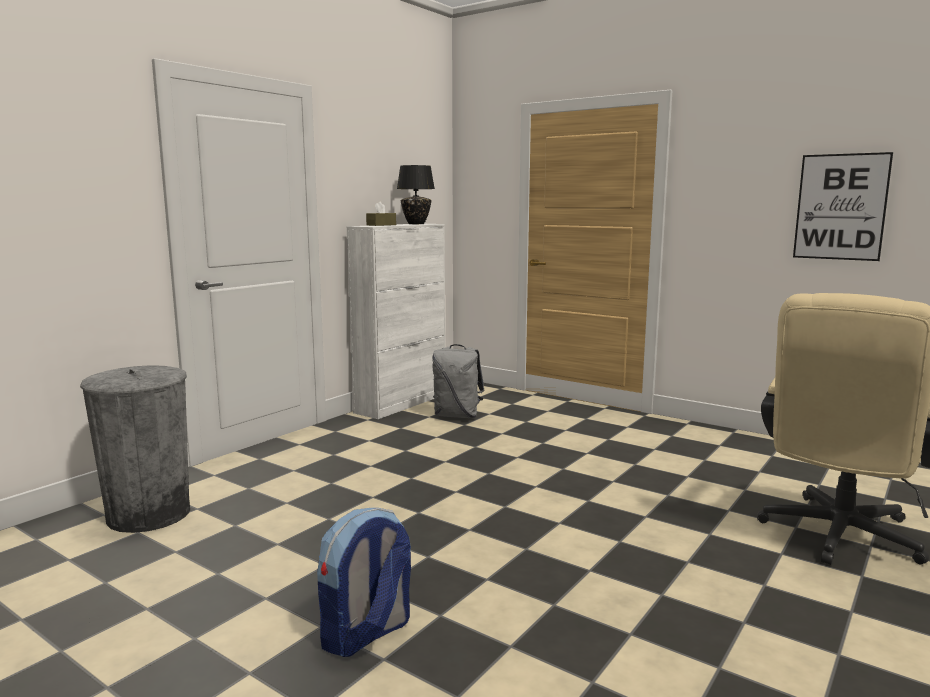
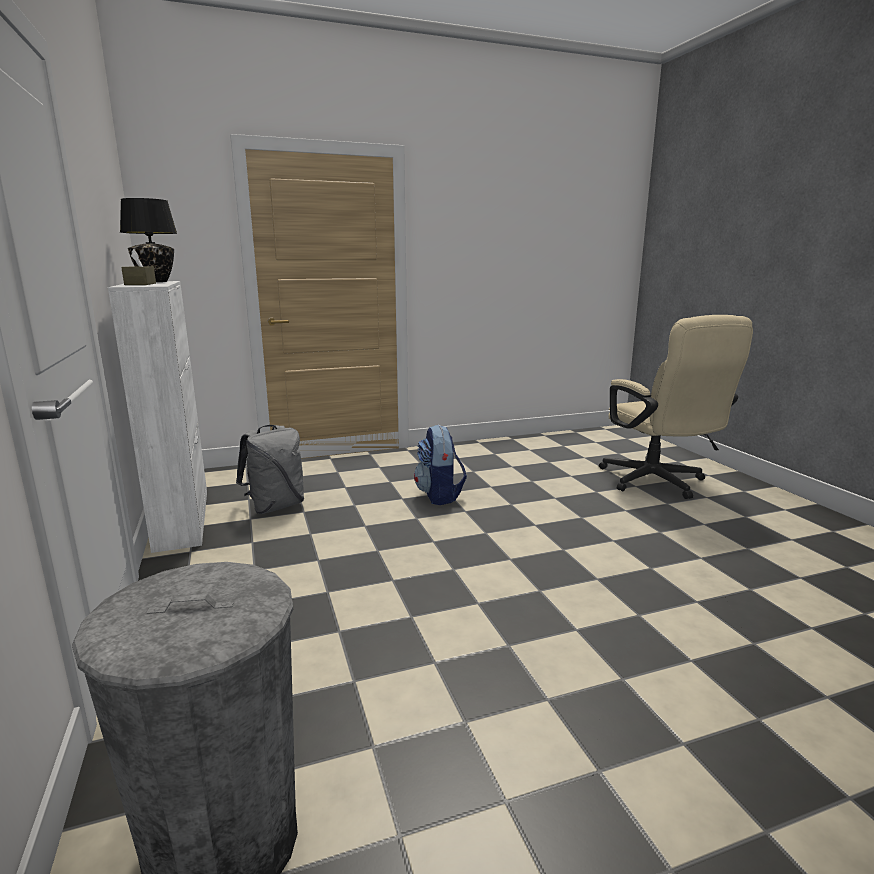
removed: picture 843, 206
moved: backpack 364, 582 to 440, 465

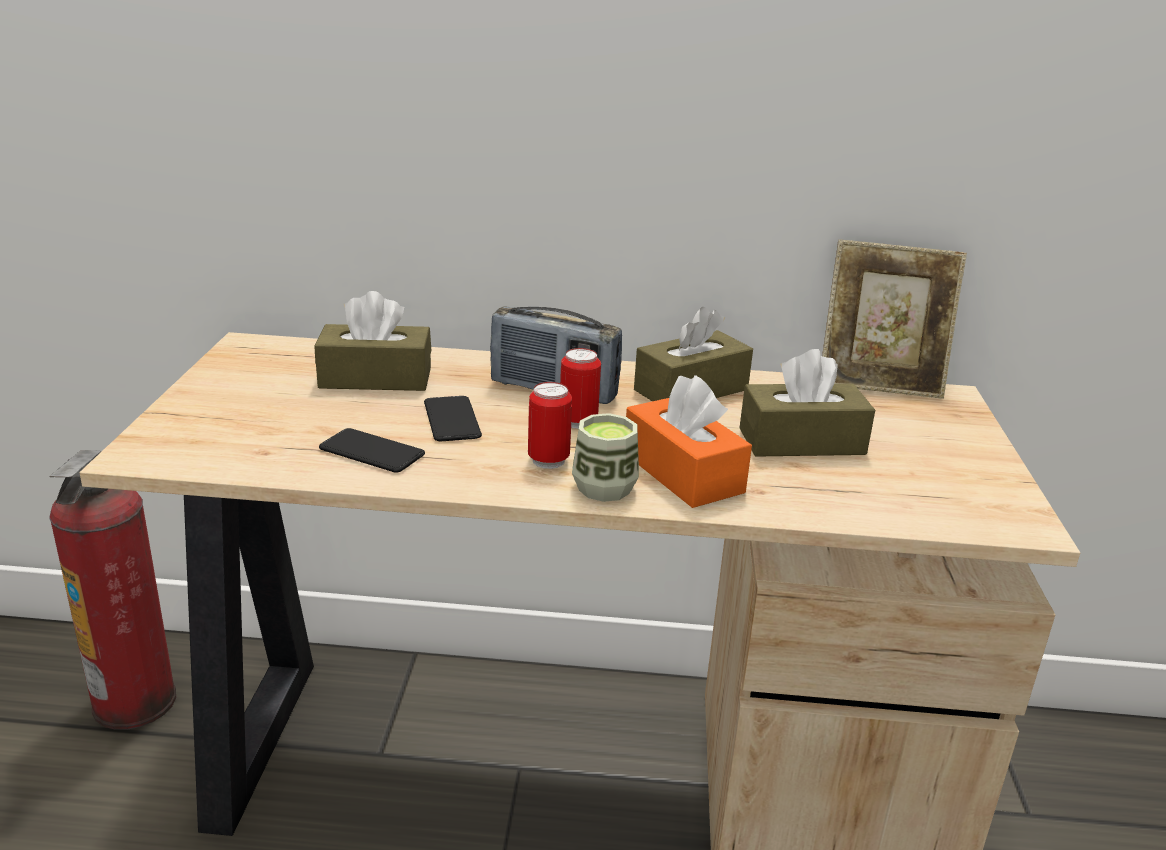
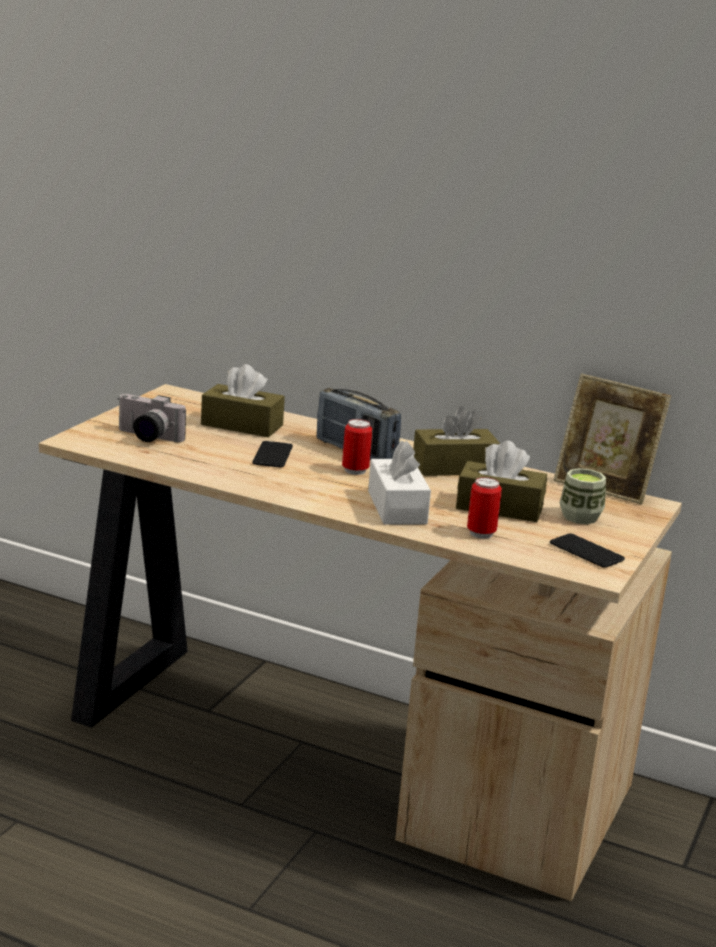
removed: fire extinguisher 112, 590
added: photo camera 152, 418
moved: phone 372, 450 to 587, 551; can 550, 425 to 484, 508; cup 605, 457 to 583, 496
recoloured: tissue box in orange 689, 441 to tissue box in white 399, 482

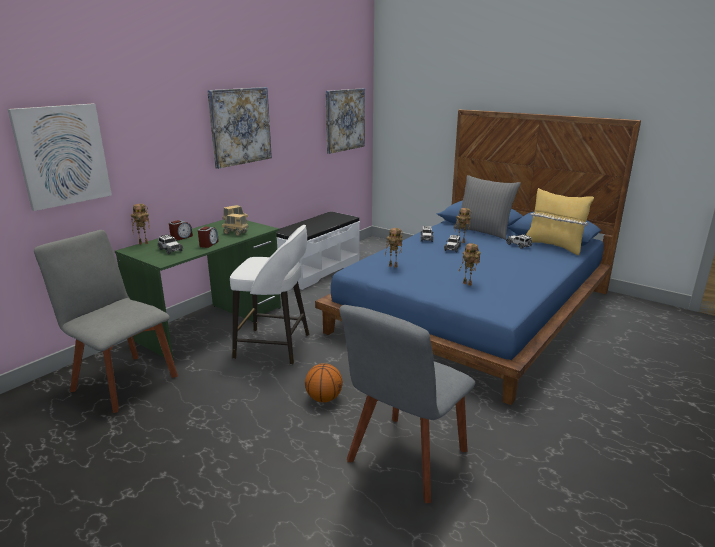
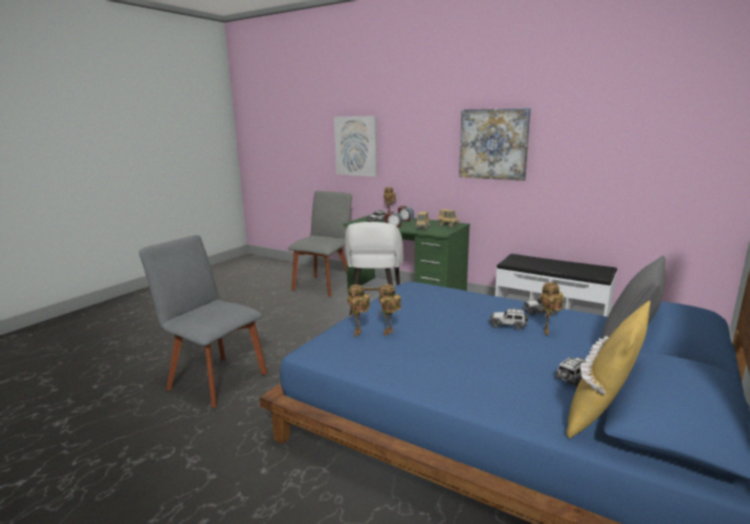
removed: basketball 324, 382; picture 345, 121
moved: toy robot 394, 248 to 358, 311

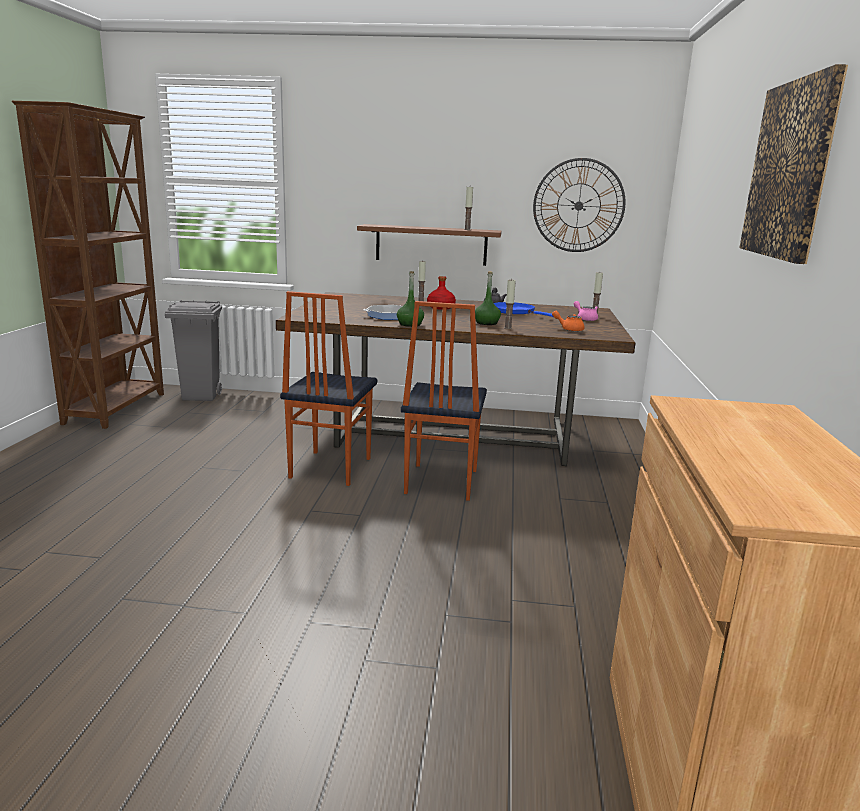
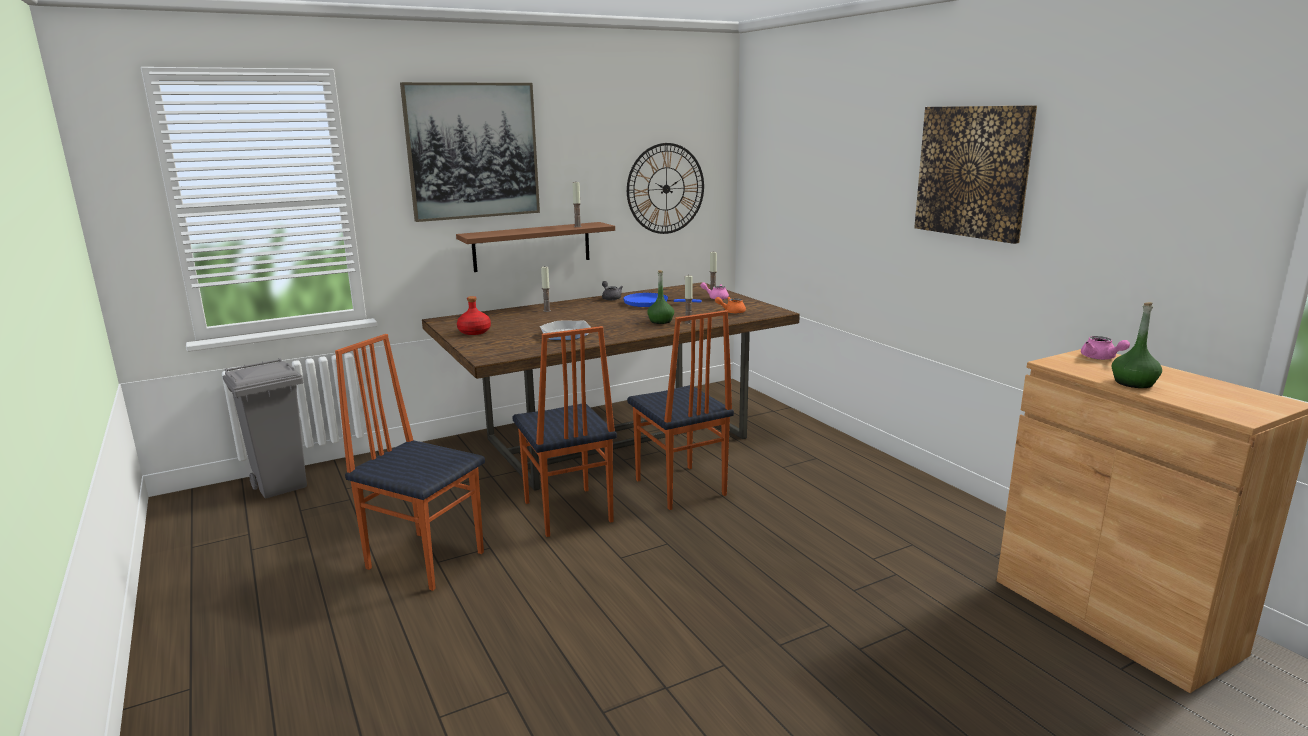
removed: bookcase in brown 88, 265
added: chair 410, 462; picture 470, 152; teapot in pink 1105, 348
moved: bottle in green 410, 299 to 1137, 345; bottle in red 441, 293 to 474, 315

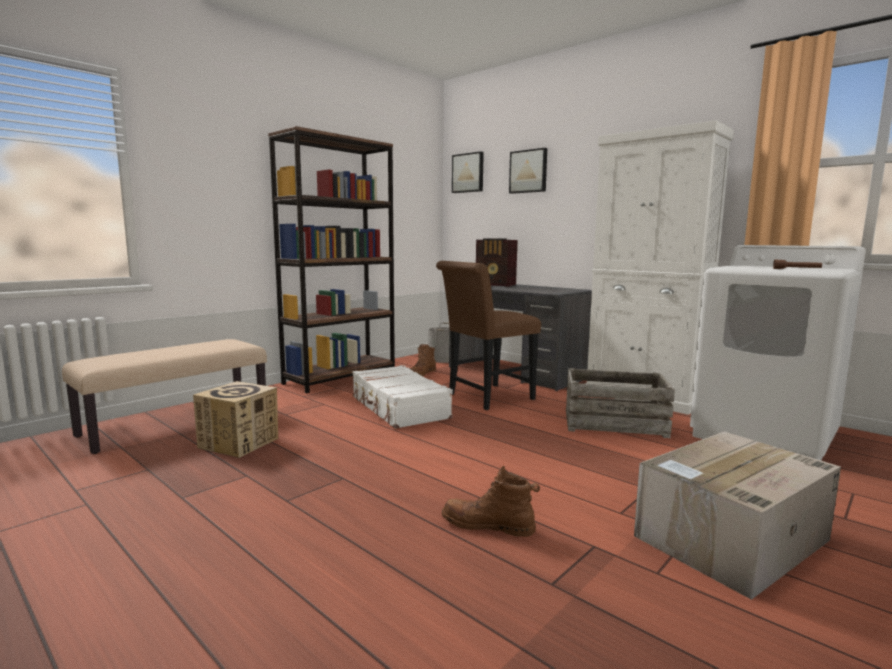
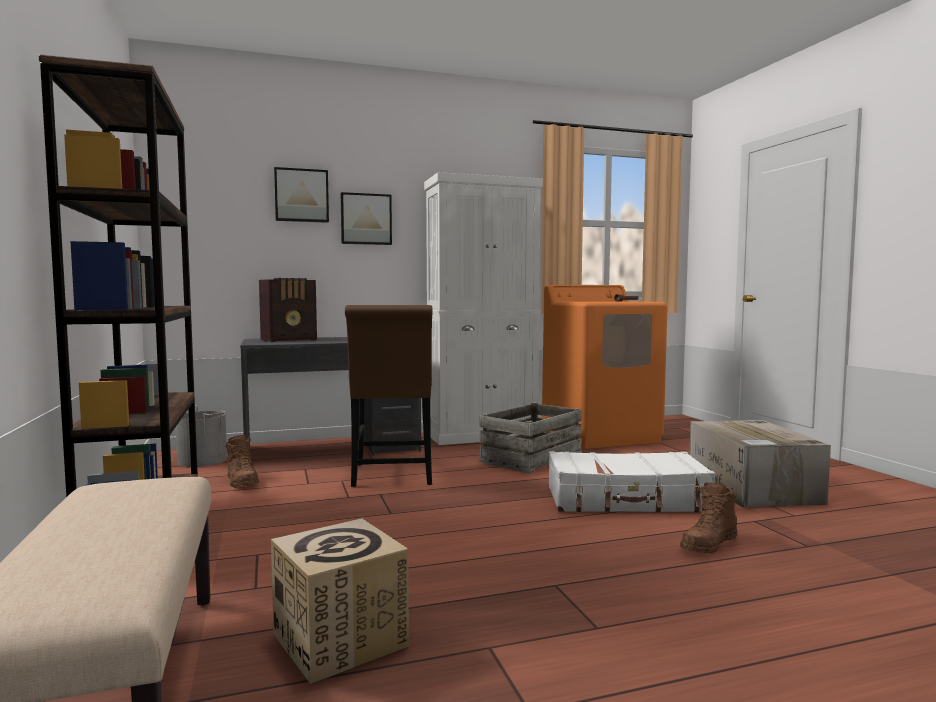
moved: suitcase in white 402, 397 to 631, 482; picture 468, 172 to 366, 218
recoloured: washing machine in white 778, 352 to washing machine in orange 605, 367

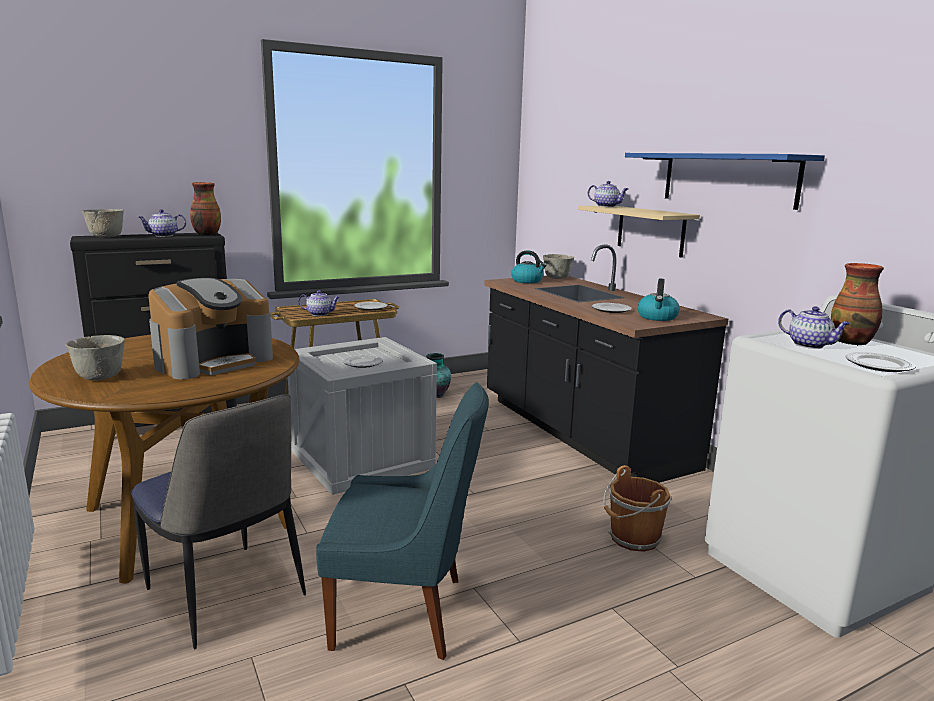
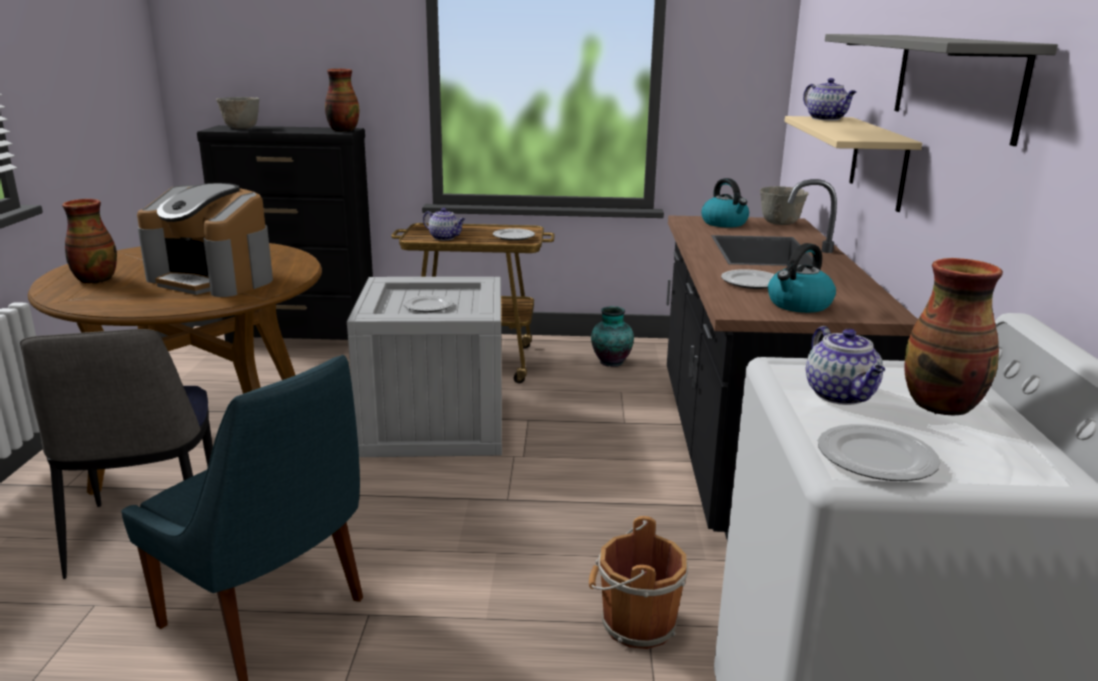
removed: teapot 162, 223
replaced: bowl in grey 95, 358 to vase 89, 241
recoloured: shelf in blue 725, 181 to shelf in grey 941, 90
turned: coffee machine 210, 328 = 205, 240 45 degrees clockwise

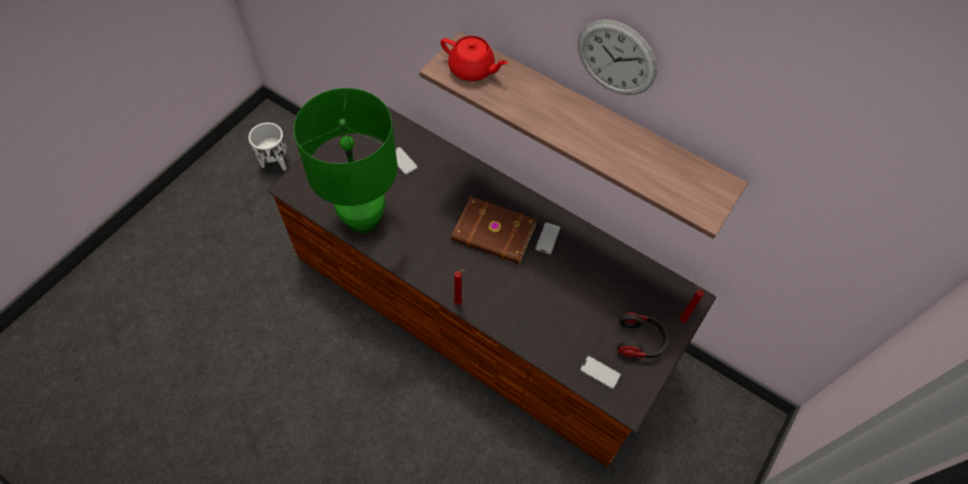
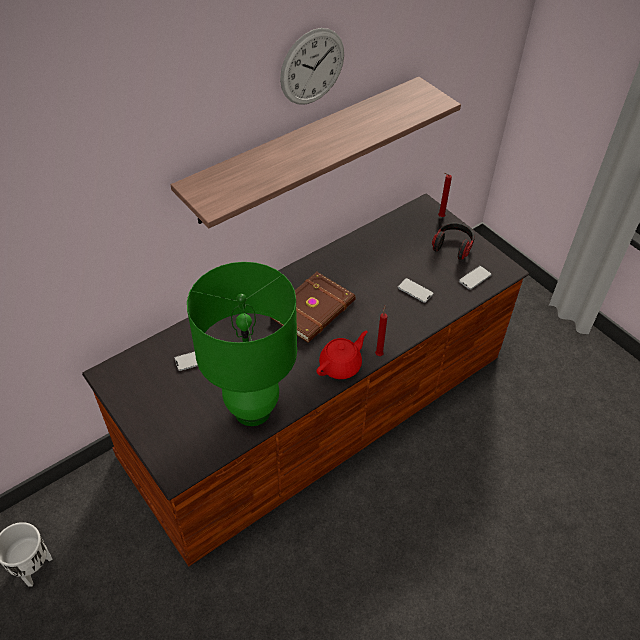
moved: teapot in red 474, 58 to 342, 355; phone 548, 238 to 415, 290

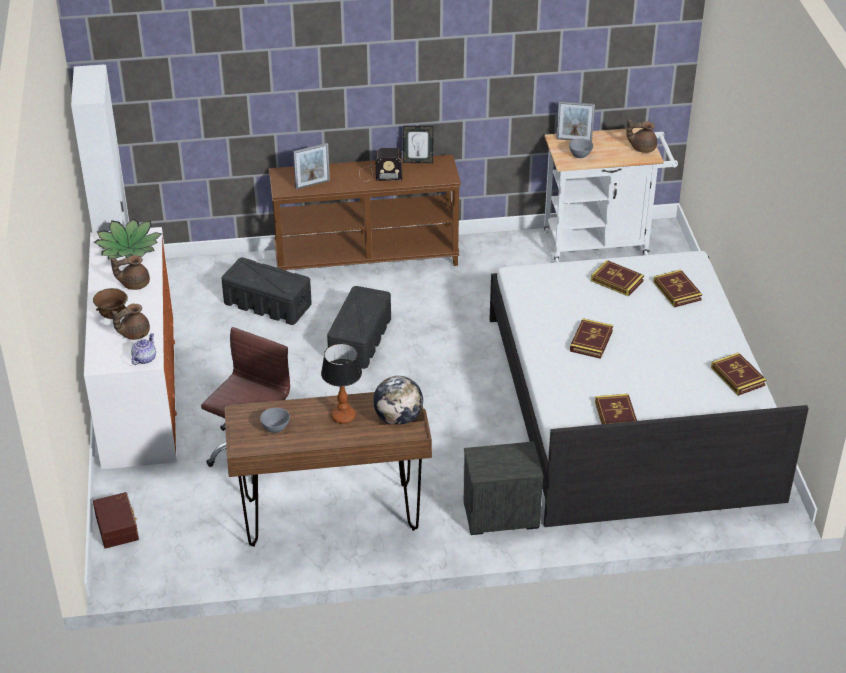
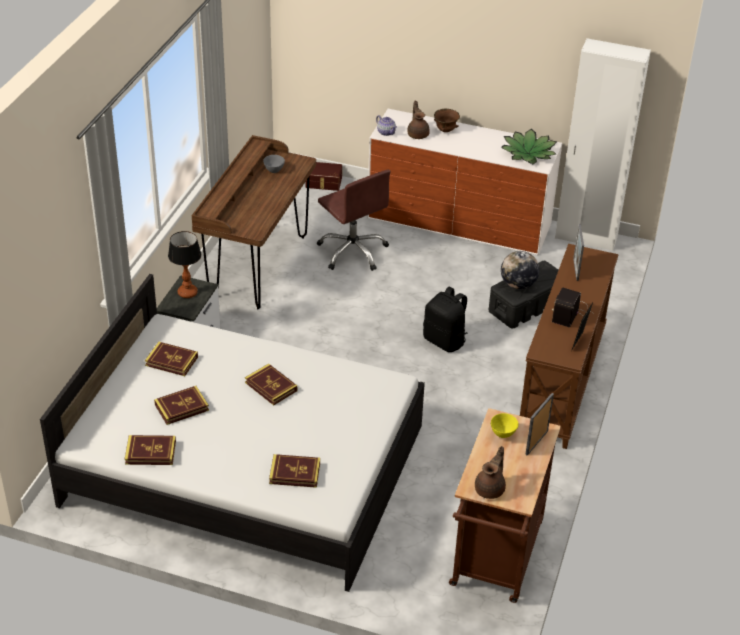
removed: teapot in brown 130, 272
moved: table lamp 341, 383 to 185, 264; globe 398, 400 to 520, 270; book 617, 278 to 181, 405
replaced: storage box in black 359, 327 to backpack in black 445, 319
recoloured: cart in white 611, 195 to cart in brown 505, 505; bowl in grey 581, 148 to bowl in yellow 504, 425

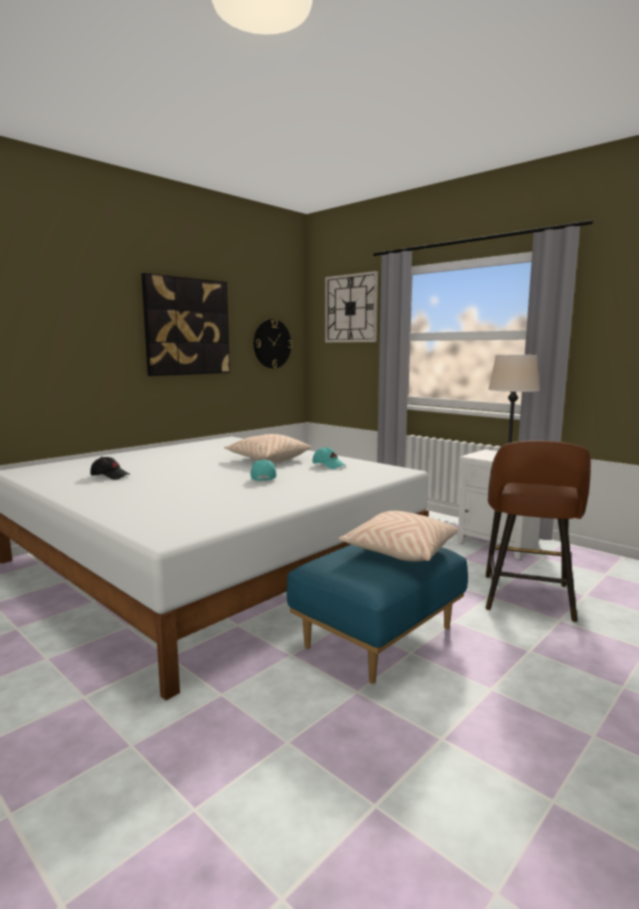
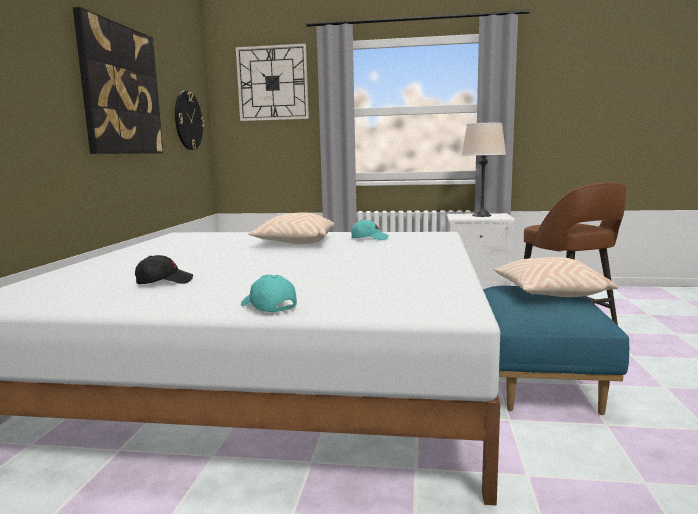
moved: cap in turquoise 263, 470 to 269, 293

